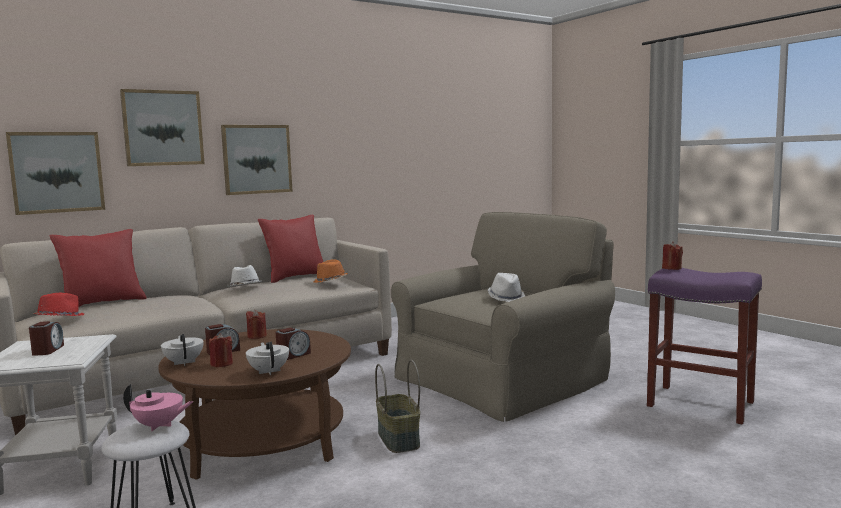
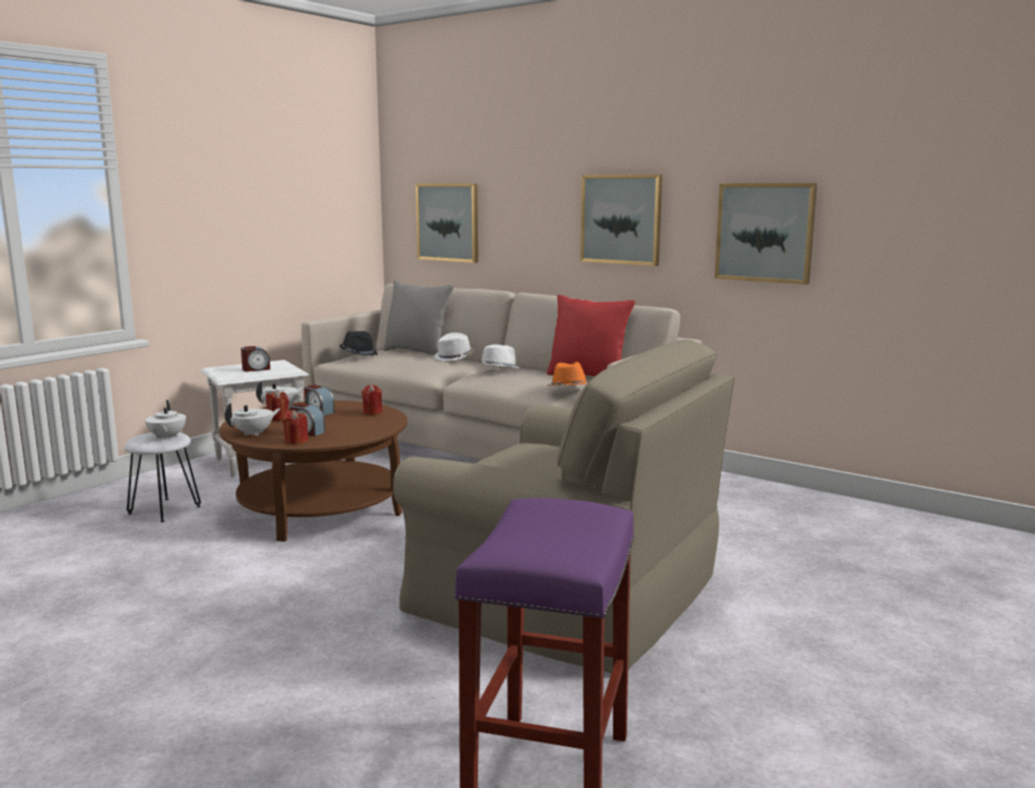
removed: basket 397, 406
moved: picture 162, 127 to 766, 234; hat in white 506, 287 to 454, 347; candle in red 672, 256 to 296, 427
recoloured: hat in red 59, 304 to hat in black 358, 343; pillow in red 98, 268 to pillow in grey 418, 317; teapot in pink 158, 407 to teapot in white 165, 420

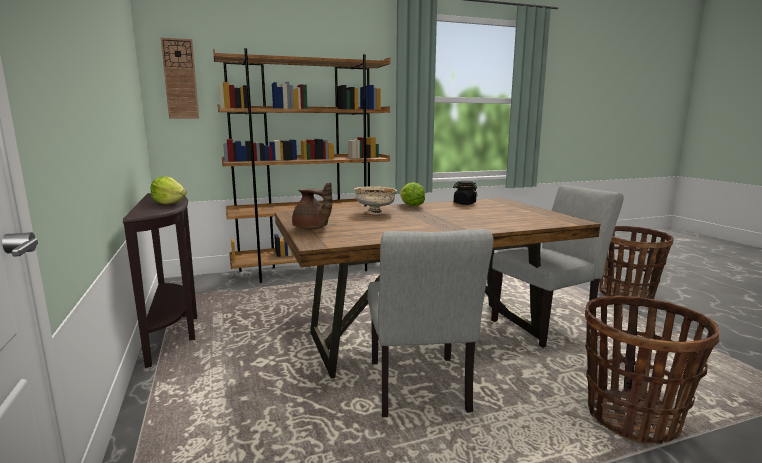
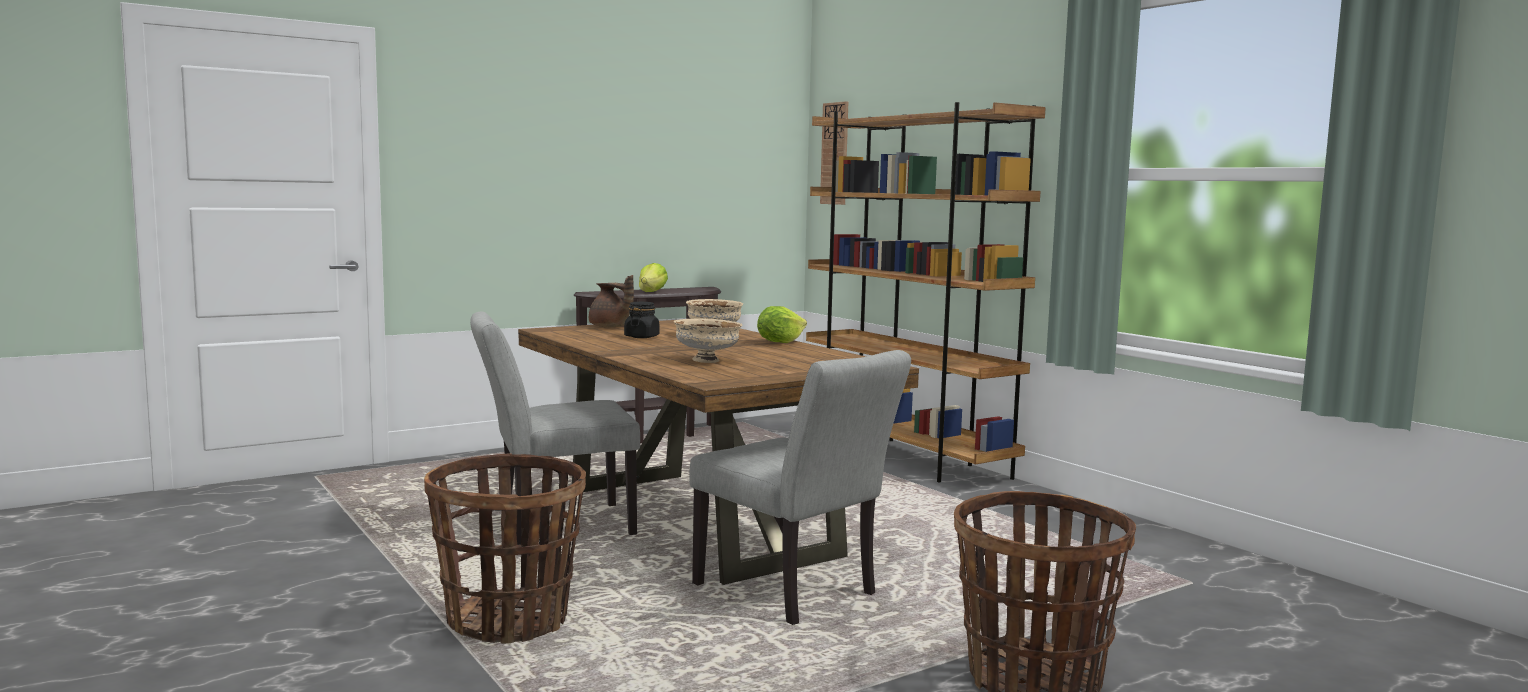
added: bowl in beige 708, 340
moved: jar in black 465, 193 to 641, 320
turned: teapot in brown 312, 206 = 611, 301 75 degrees counterclockwise

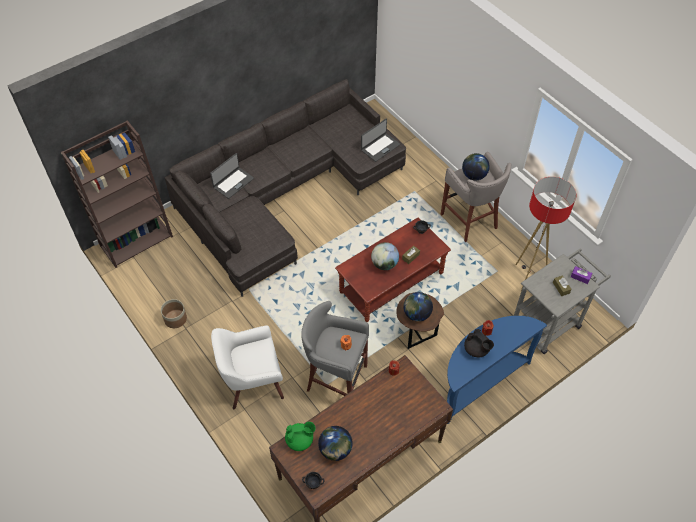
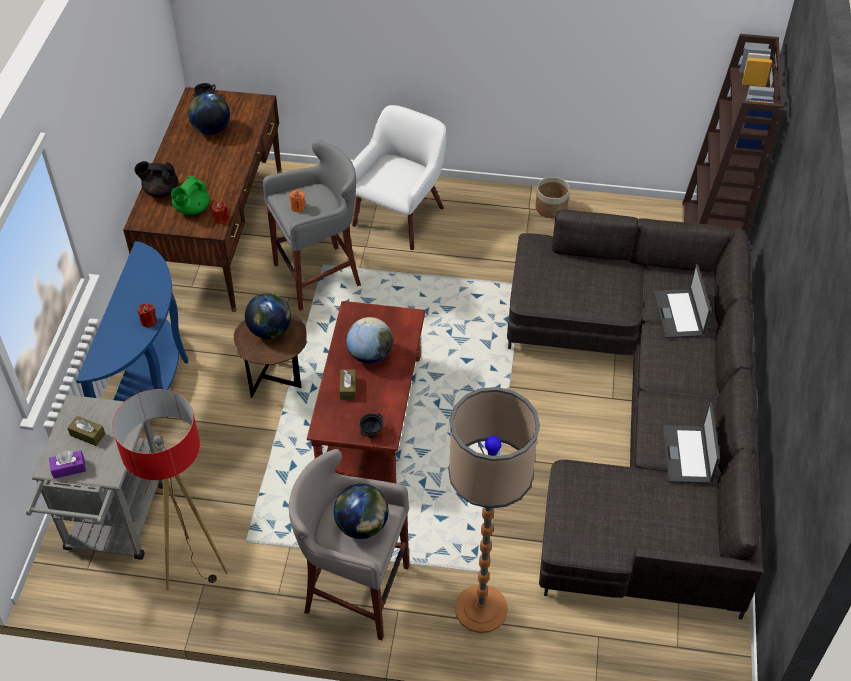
added: floor lamp 494, 510
moved: teapot in green 300, 436 to 190, 195; laptop 380, 140 to 691, 443; teapot in black 479, 343 to 156, 179

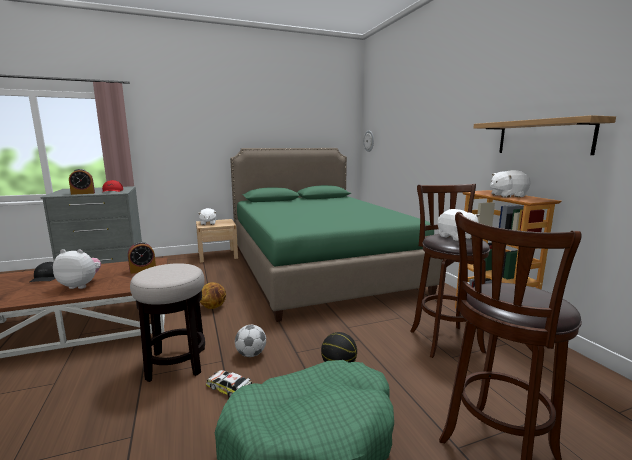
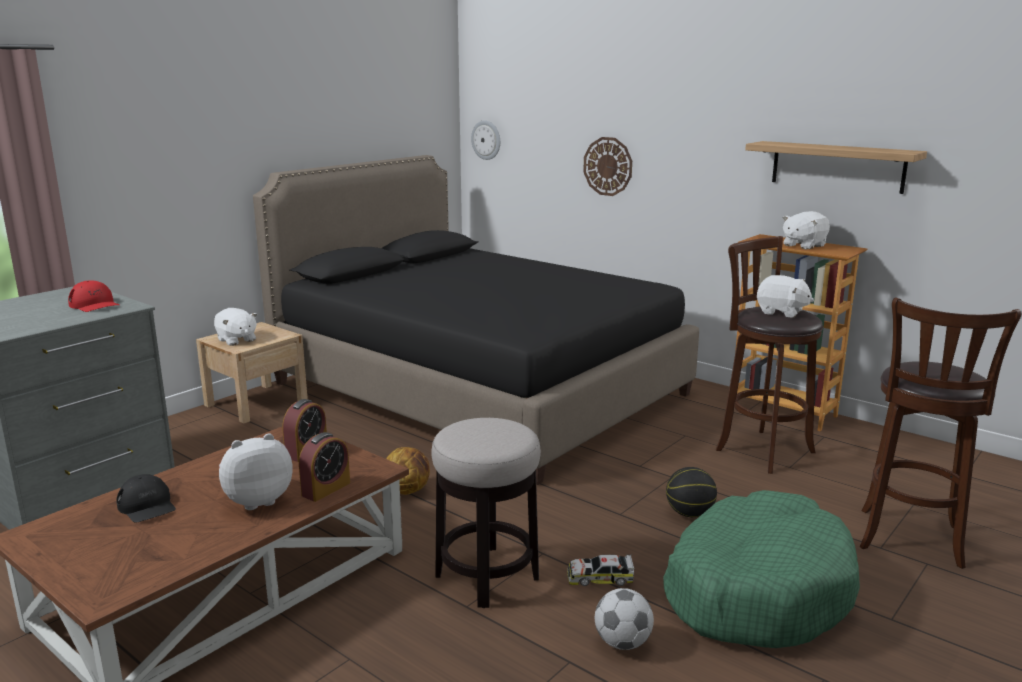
added: wall clock 607, 166
moved: alarm clock 82, 182 to 324, 467; football 250, 341 to 624, 619
recoloured: bed in green 336, 235 to bed in black 476, 320

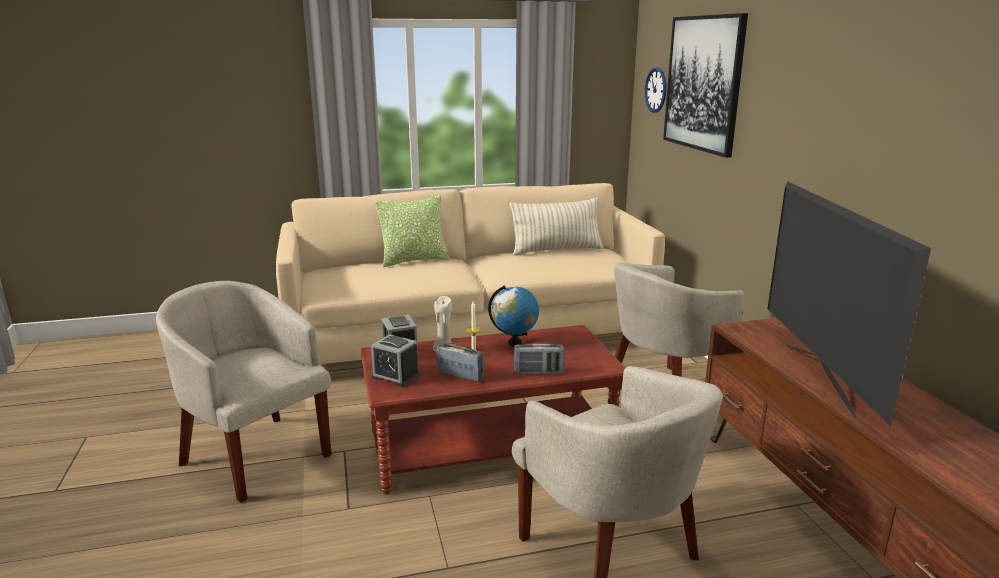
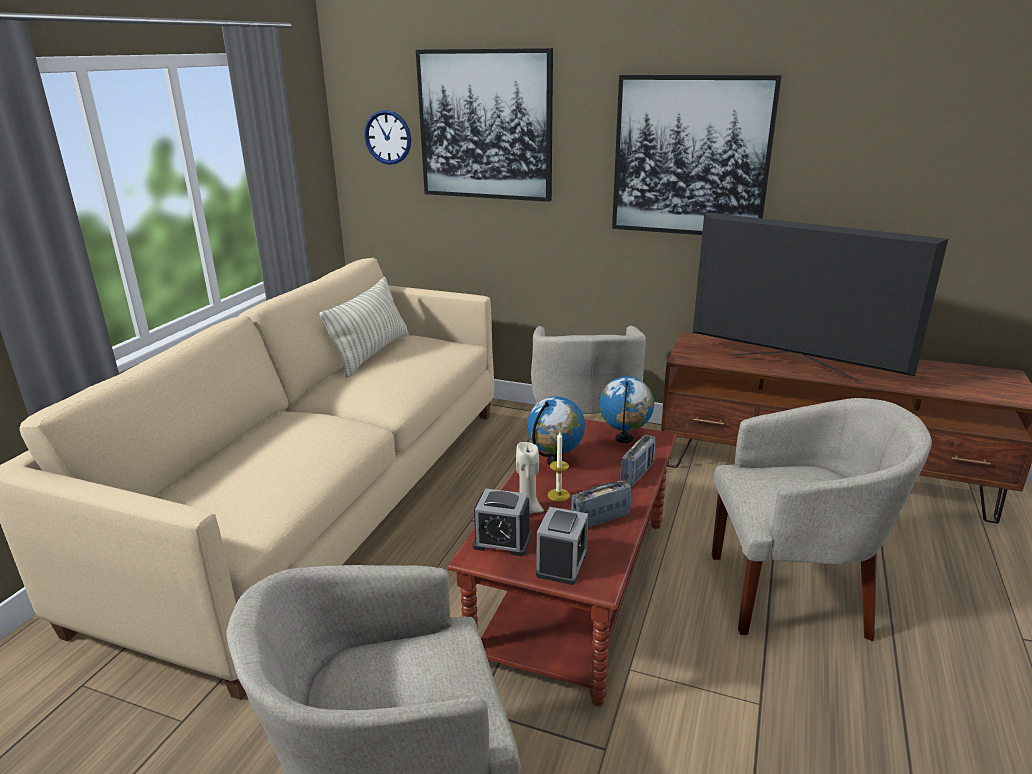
removed: pillow 412, 231
added: globe 626, 409; picture 697, 155
turned: alarm clock 395, 360 = 562, 546 45 degrees counterclockwise

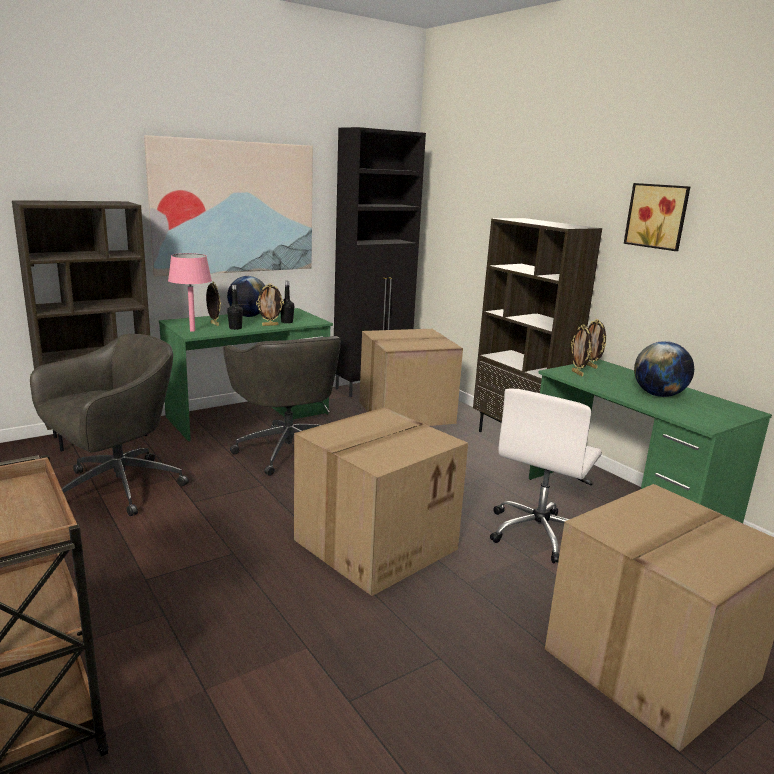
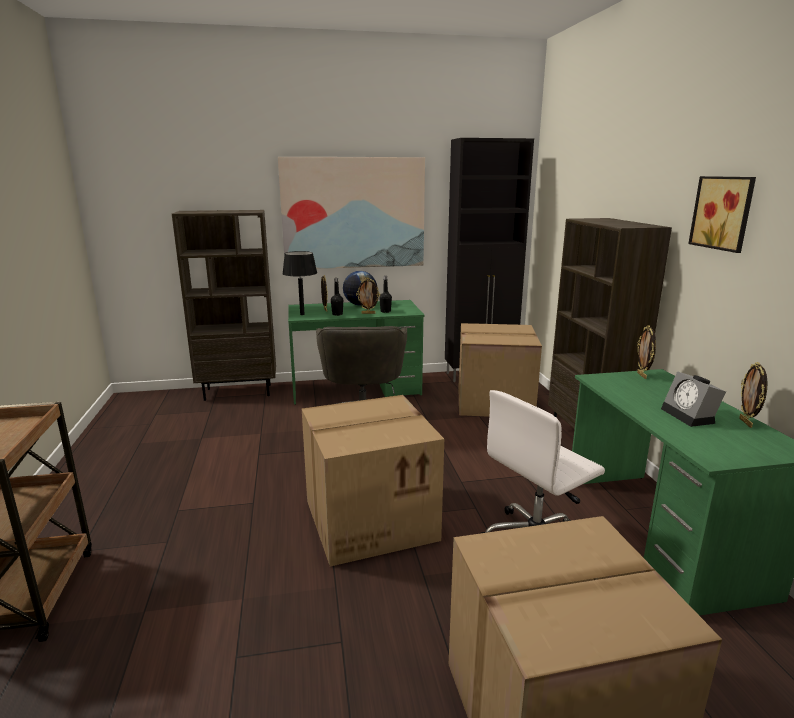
removed: office chair in grey 109, 425
moved: picture frame 581, 350 to 753, 395
replaced: globe 664, 369 to alarm clock 693, 399
recoloured: table lamp in pink 190, 292 to table lamp in black 299, 283

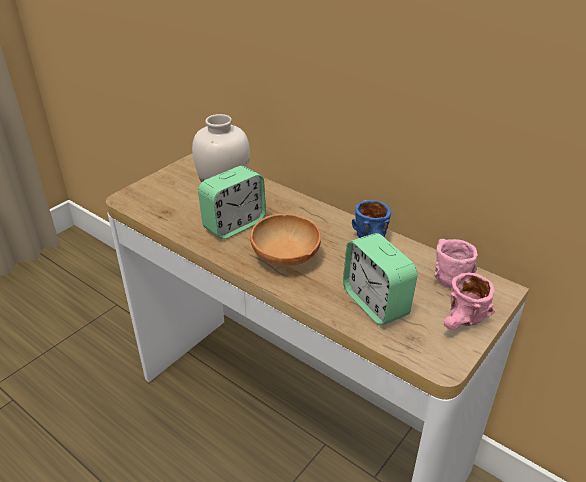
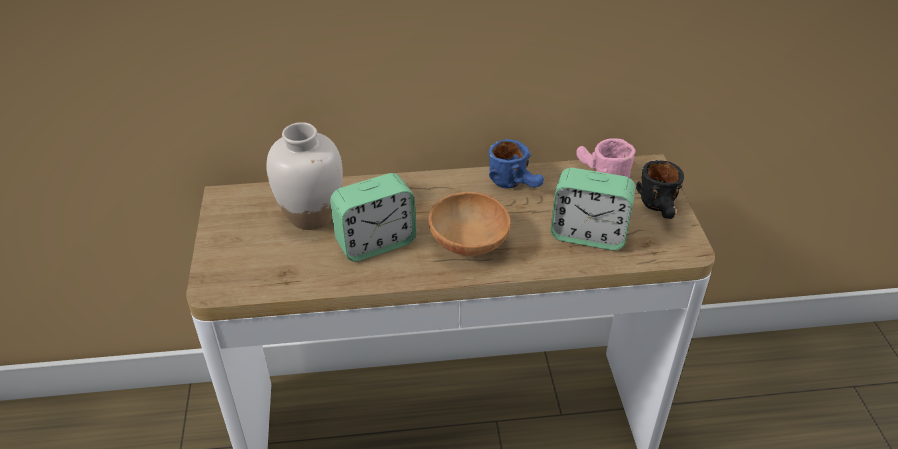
recoloured: mug in pink 469, 301 to mug in black 660, 189
turned: alarm clock 232, 202 = 373, 217 60 degrees clockwise

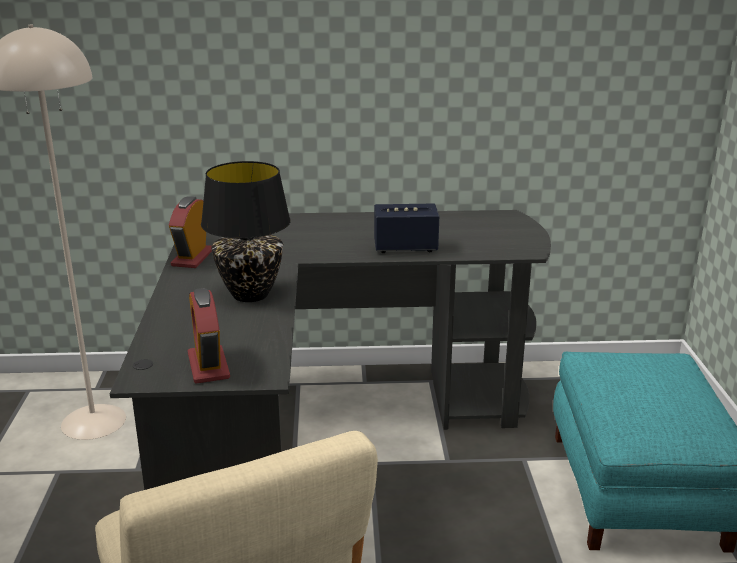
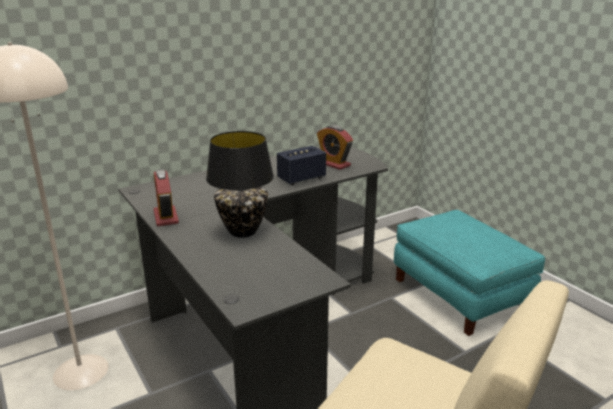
moved: alarm clock 209, 335 to 335, 147

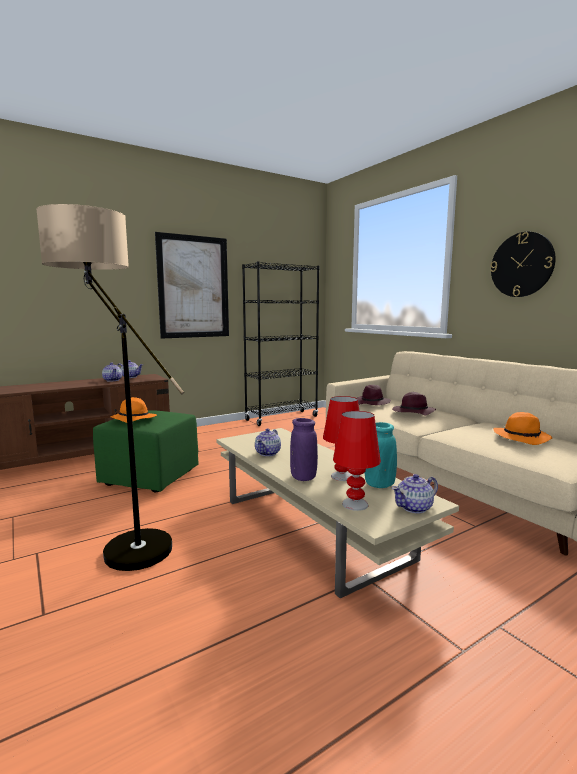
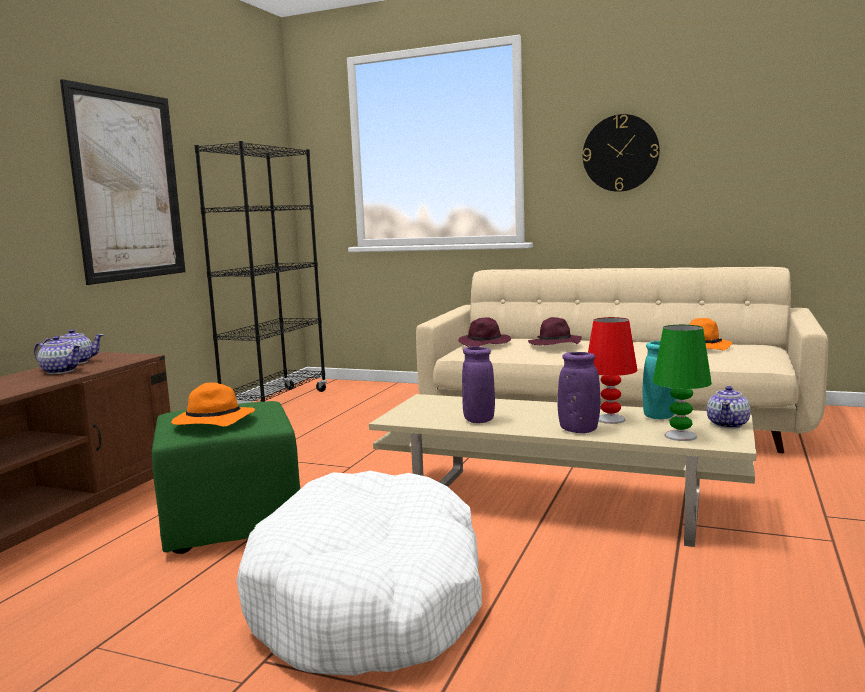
replaced: floor lamp 110, 387 to dog bed in white 359, 573; teapot 268, 442 to vase in purple 478, 384
recoloured: table lamp in red 357, 461 to table lamp in green 682, 383

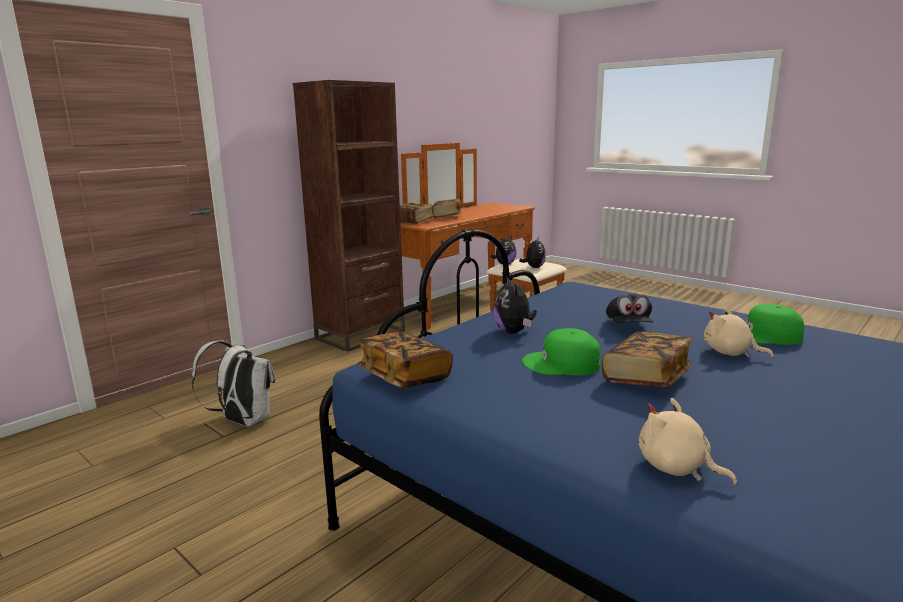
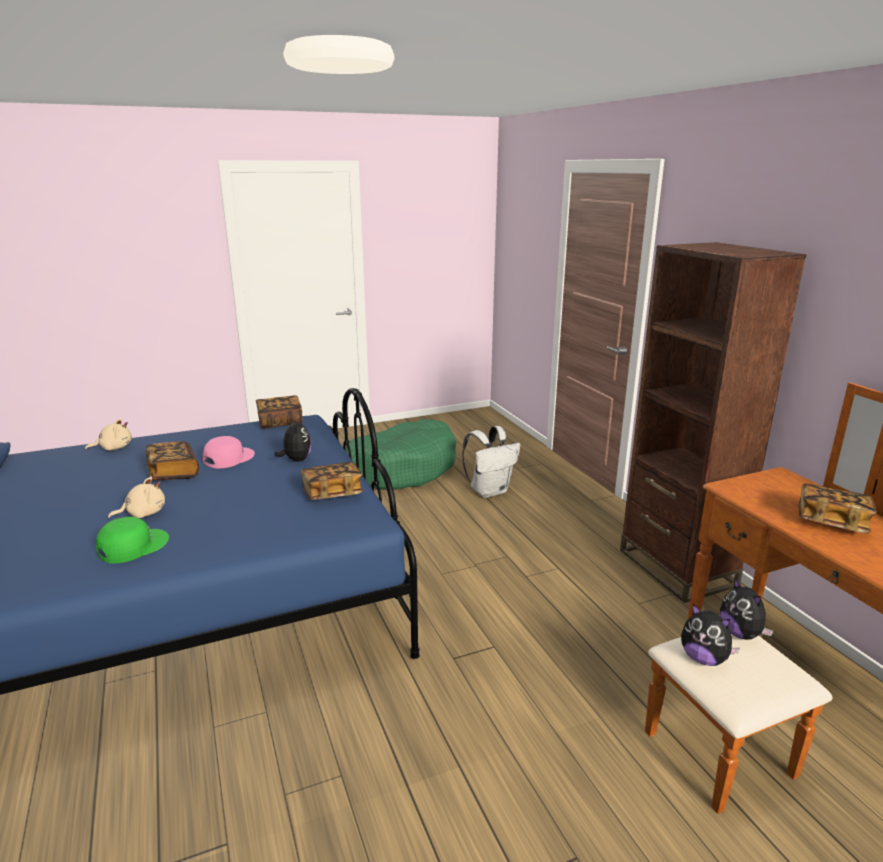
removed: cap in black 629, 308
added: dog bed in green 400, 454
moved: book 417, 213 to 332, 481
recoloured: cap in green 561, 352 to cap in pink 229, 452
turned: plush toy 515, 304 = 293, 439 60 degrees clockwise

